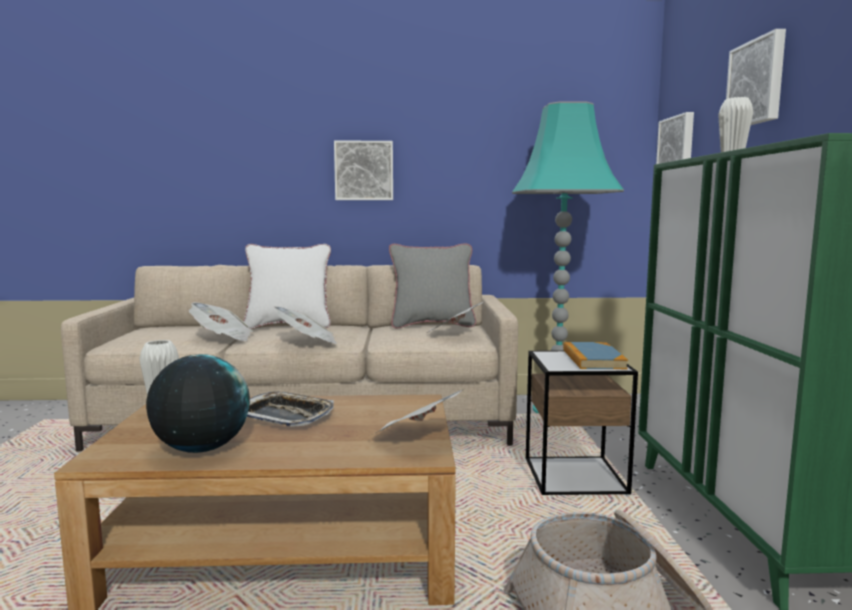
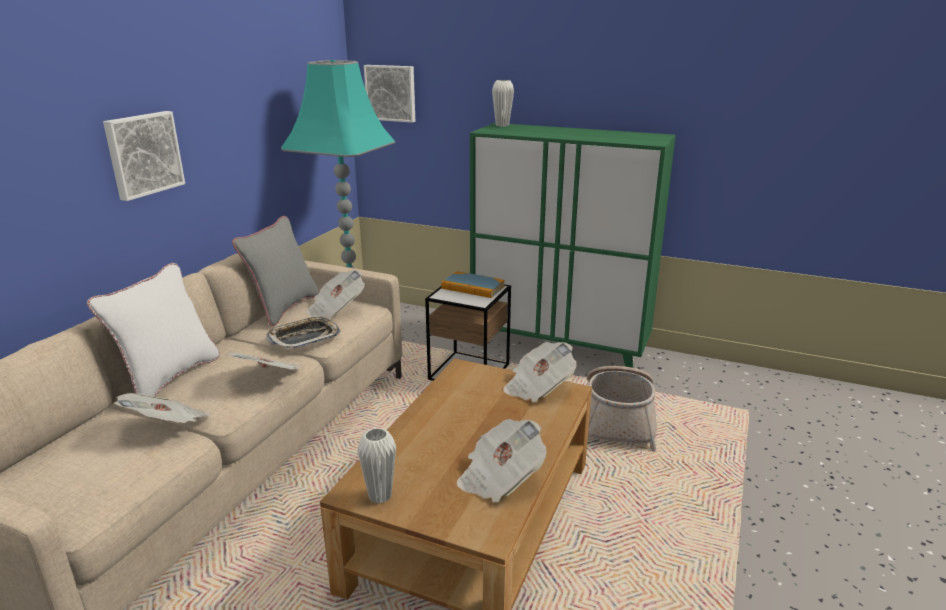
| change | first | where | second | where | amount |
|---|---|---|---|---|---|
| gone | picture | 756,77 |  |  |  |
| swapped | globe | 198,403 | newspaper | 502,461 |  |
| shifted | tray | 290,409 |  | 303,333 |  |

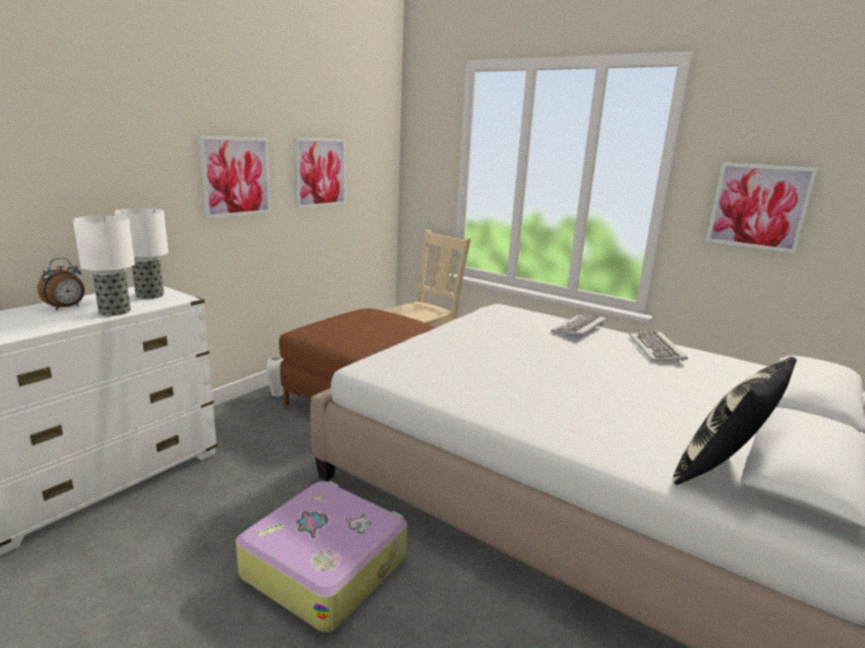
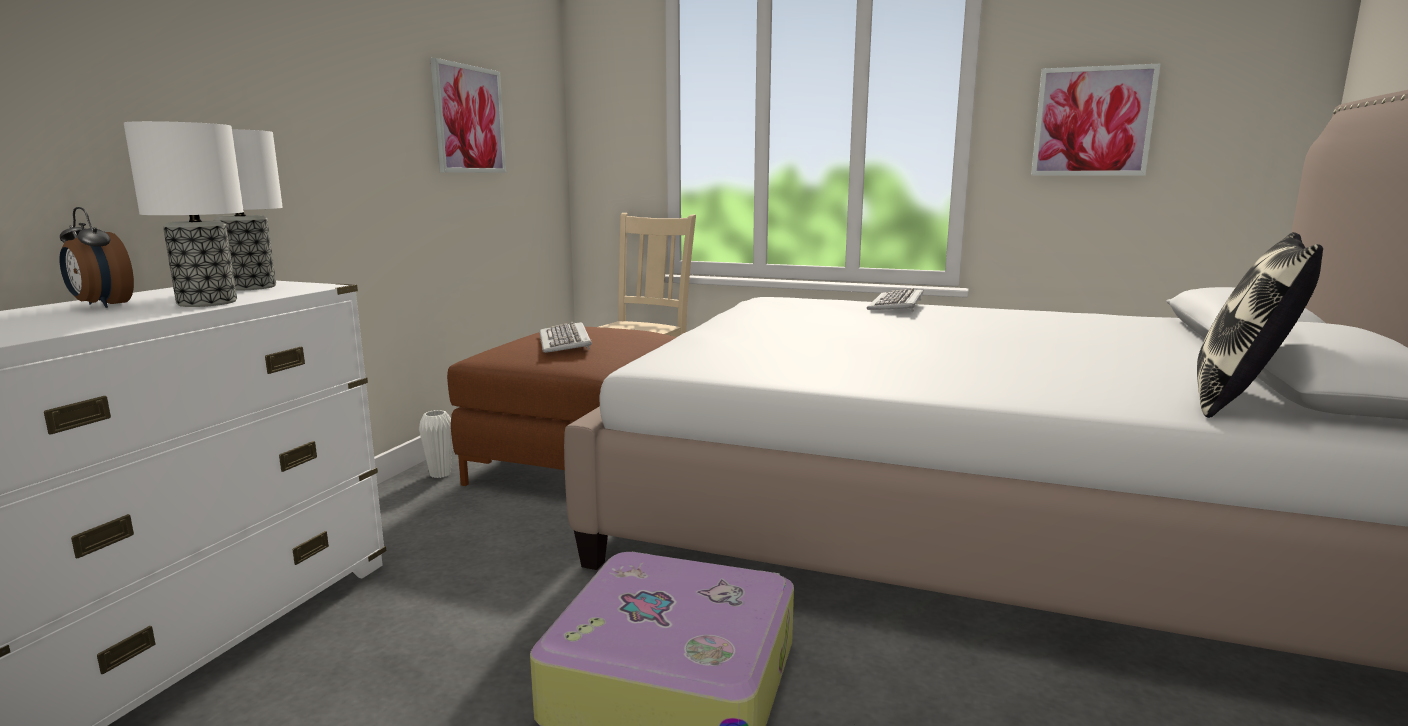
| change | first | where | second | where | amount |
|---|---|---|---|---|---|
| gone | picture | 234,177 |  |  |  |
| rotated | alarm clock | 61,284 |  | 96,257 | 105 degrees clockwise |
| shifted | keyboard | 658,346 |  | 565,337 |  |

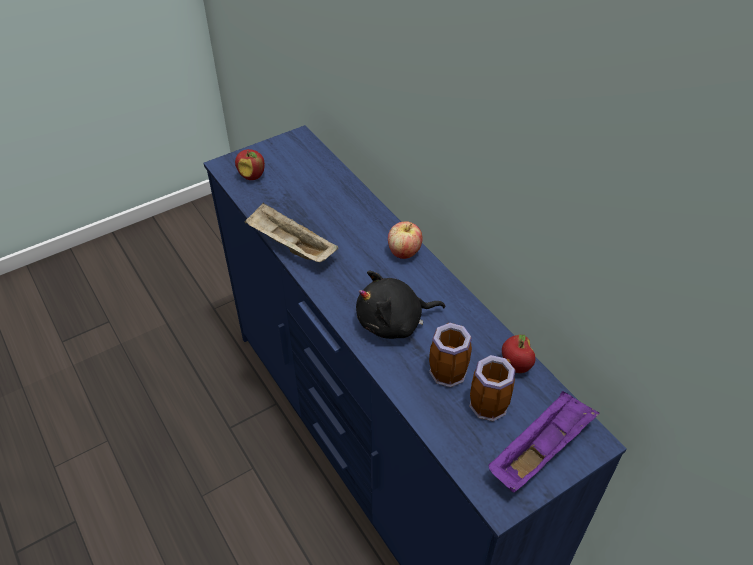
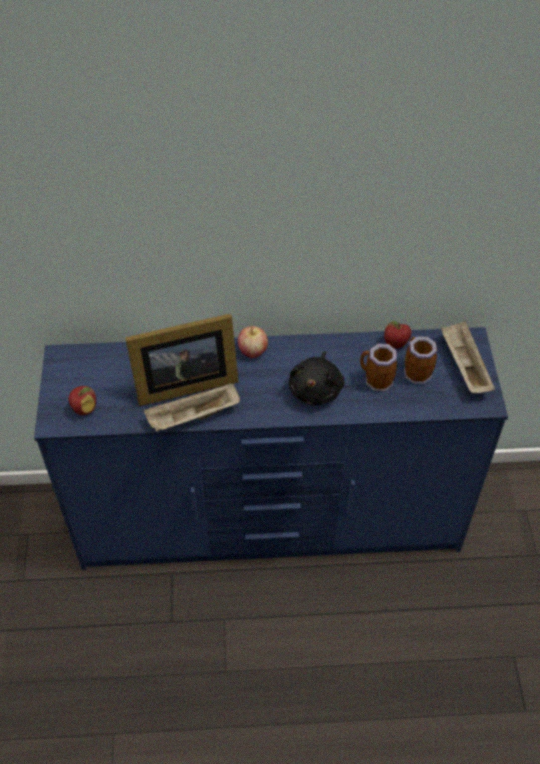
| change | first | where | second | where | amount |
|---|---|---|---|---|---|
| repainted | purple tray | 544,442 | sand-coloured tray | 468,357 |  |
| new |  |  | standing frame | 181,360 |  |

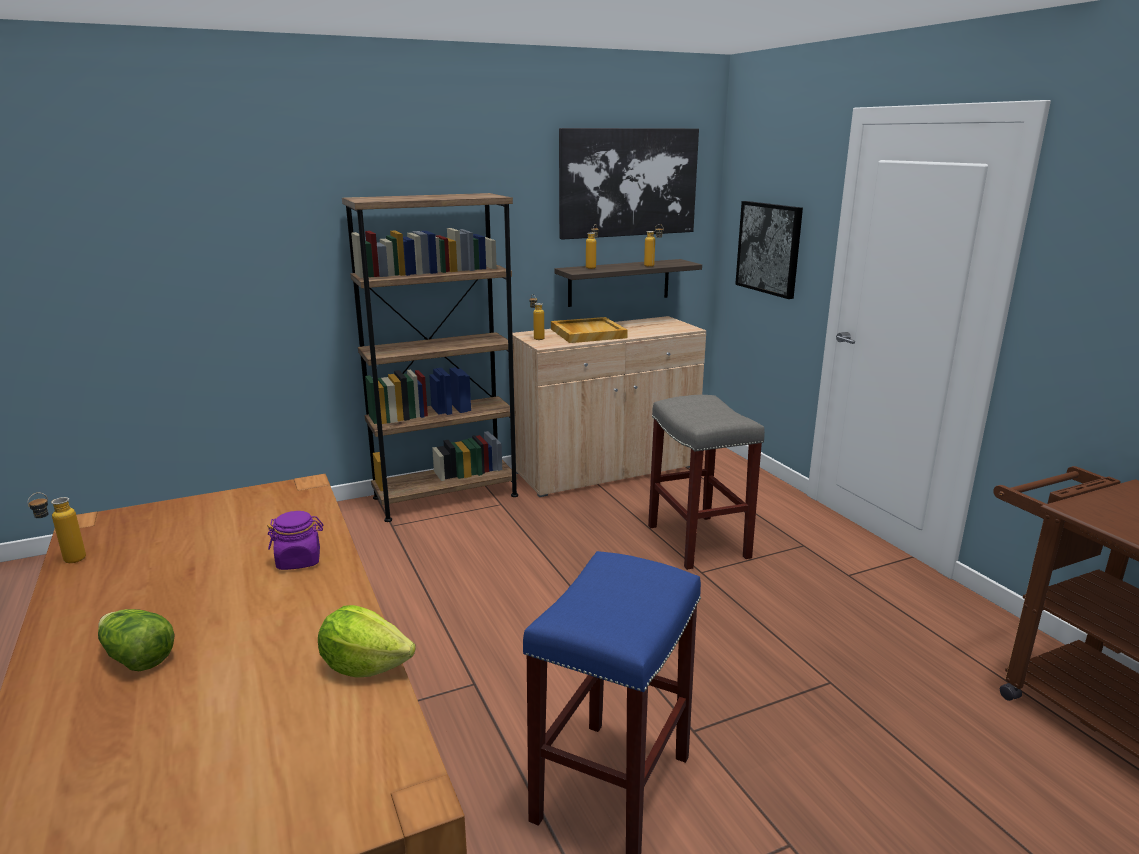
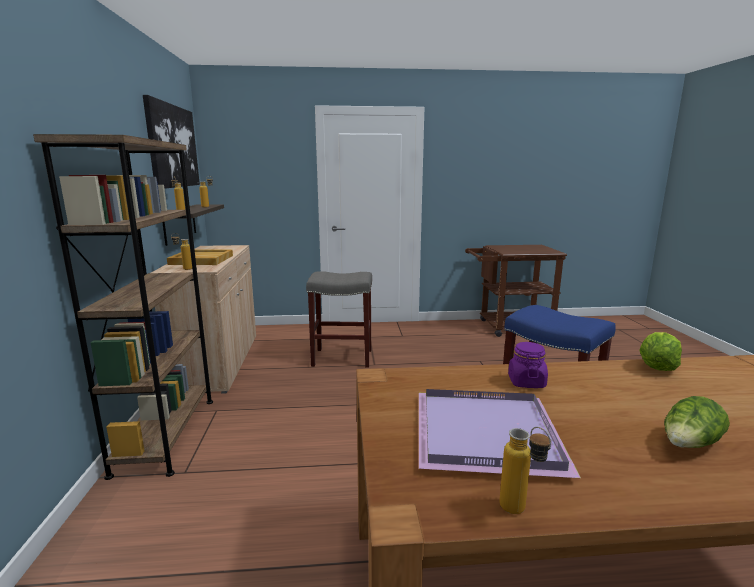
| change | first | where | second | where | amount |
|---|---|---|---|---|---|
| gone | picture | 769,250 |  |  |  |
| new |  |  | purple tray | 500,433 |  |

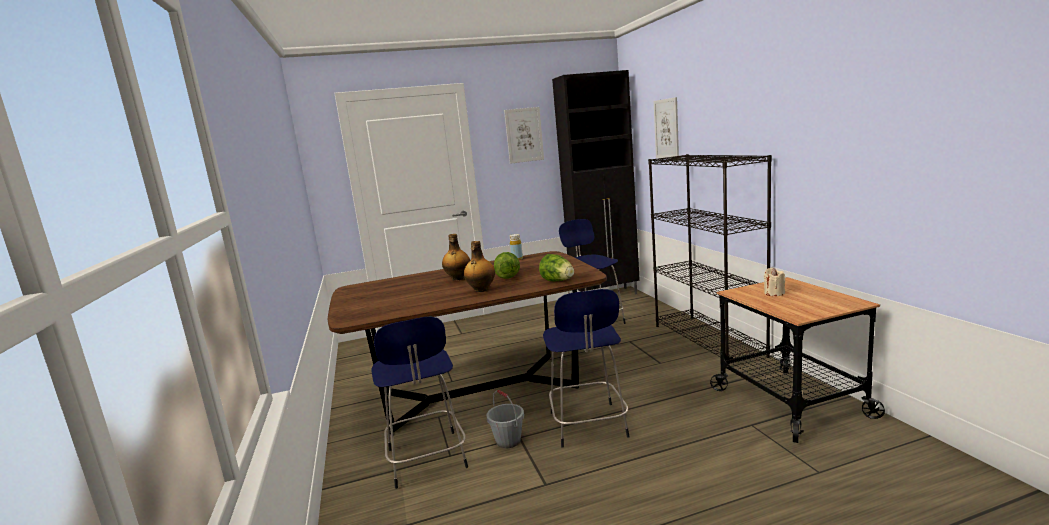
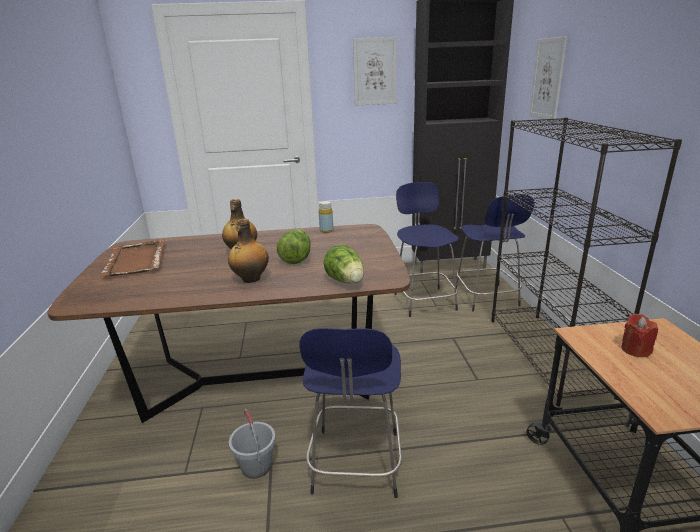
| change | first | where | second | where | amount |
|---|---|---|---|---|---|
| repainted | sand-coloured wax candle | 774,282 | reddish wax candle | 639,335 |  |
| shifted | blue-coloured sitting stool | 420,402 |  | 495,253 |  |
| new |  |  | brown-coloured tray | 132,257 |  |

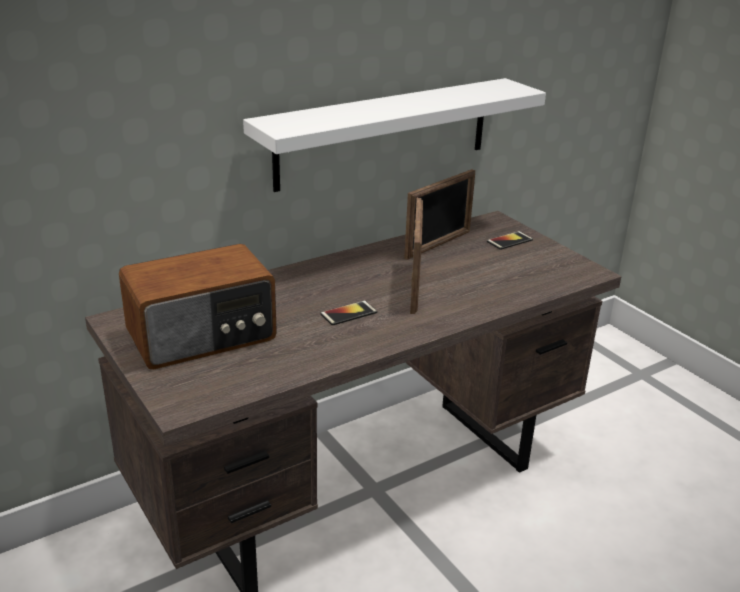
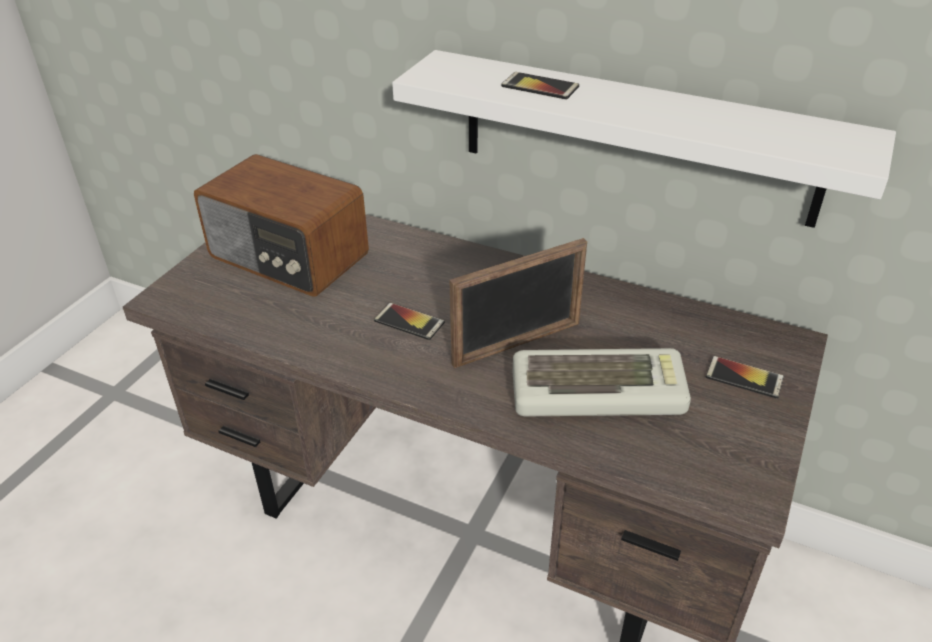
| change | first | where | second | where | amount |
|---|---|---|---|---|---|
| gone | standing frame | 439,214 |  |  |  |
| new |  |  | phone | 540,86 |  |
| new |  |  | keyboard | 602,382 |  |

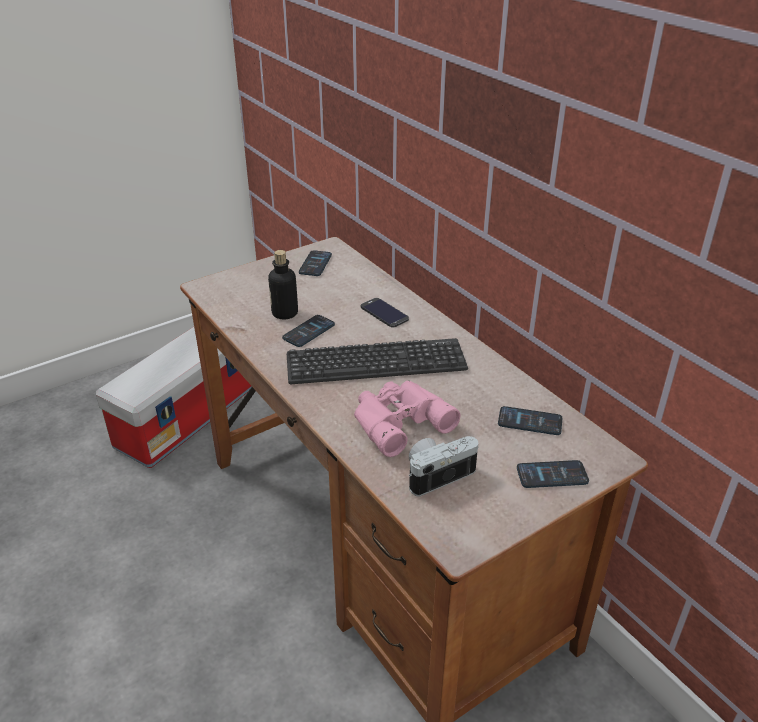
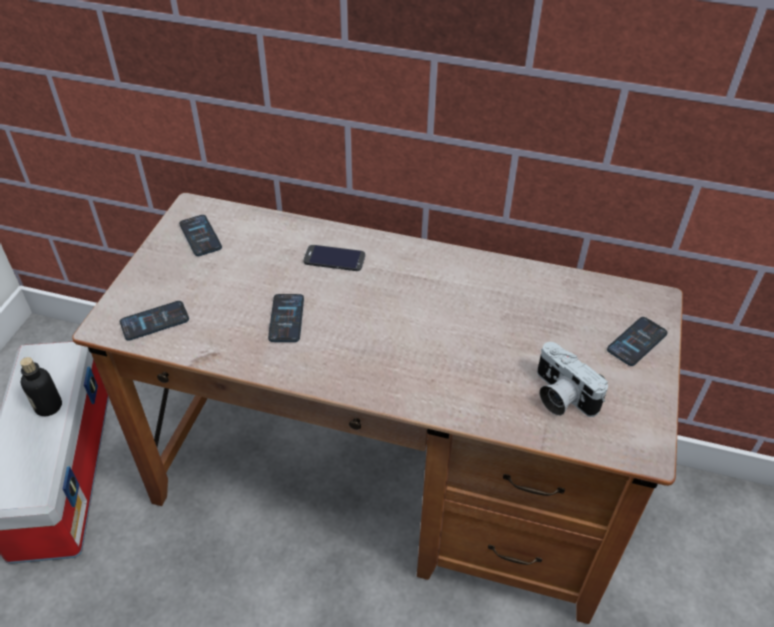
| change | first | where | second | where | amount |
|---|---|---|---|---|---|
| shifted | drink bottle | 283,284 |  | 41,386 |  |
| gone | keyboard | 377,361 |  |  |  |
| gone | pink binoculars | 407,419 |  |  |  |
| shifted | phone | 530,420 |  | 154,320 |  |
| rotated | still camera | 443,466 |  | 572,379 | 60 degrees counterclockwise |

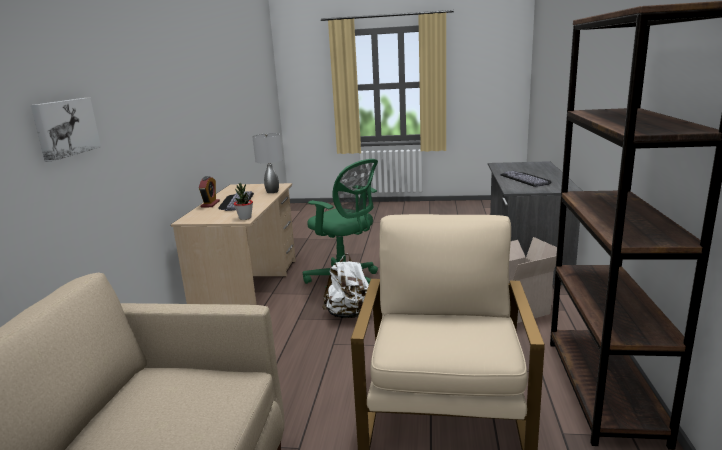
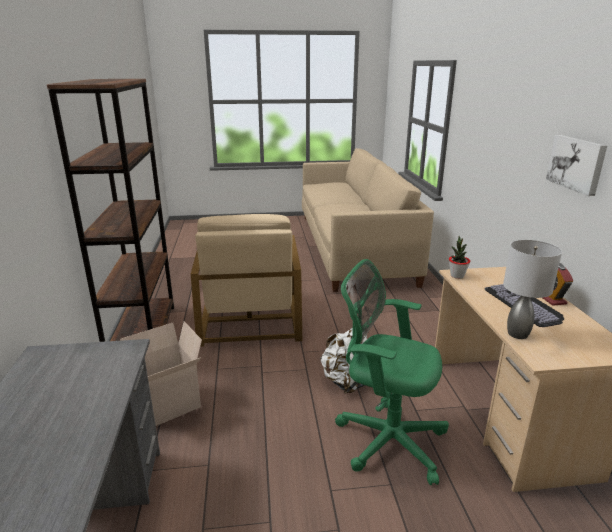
| change | first | where | second | where | amount |
|---|---|---|---|---|---|
| shifted | picture | 66,130 |  | 576,165 |  |
| gone | keyboard | 526,179 |  |  |  |

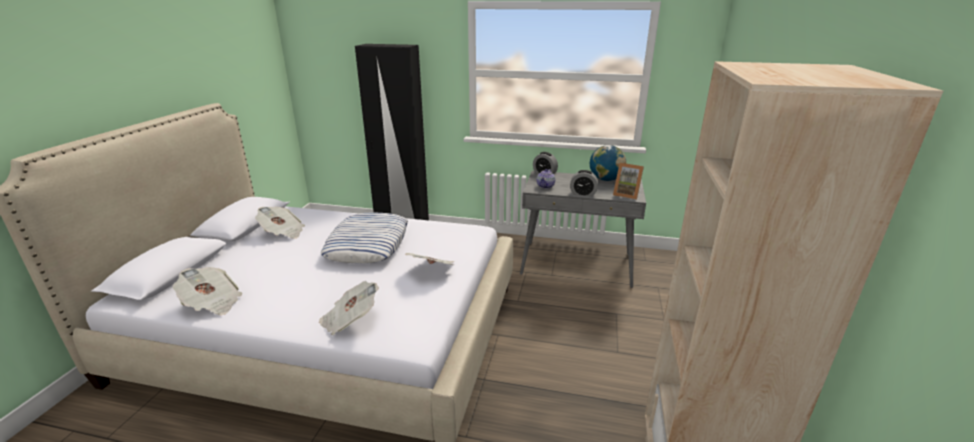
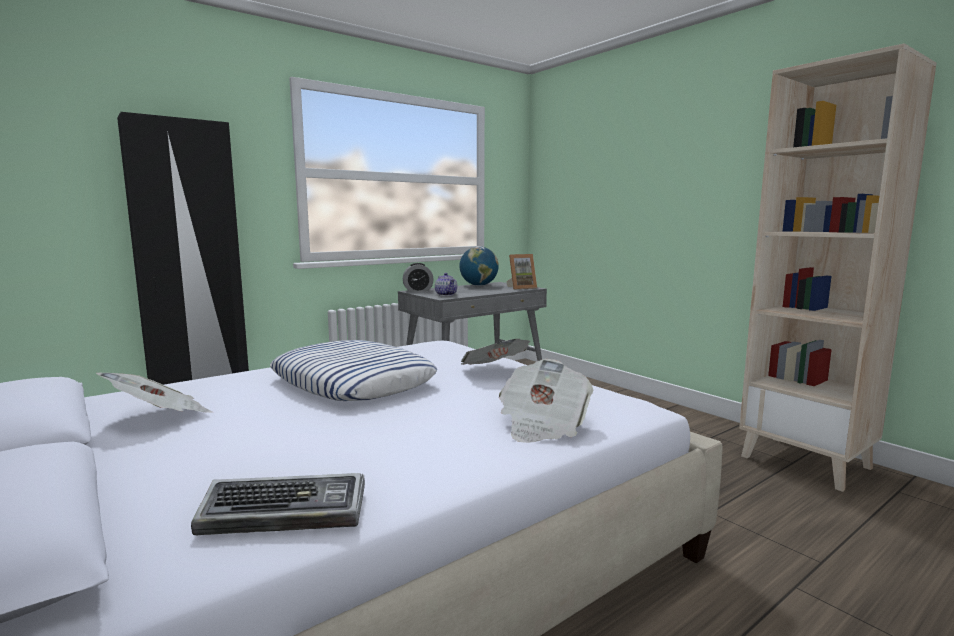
| change | first | where | second | where | amount |
|---|---|---|---|---|---|
| gone | alarm clock | 584,183 |  |  |  |
| swapped | newspaper | 207,291 | keyboard | 278,504 |  |

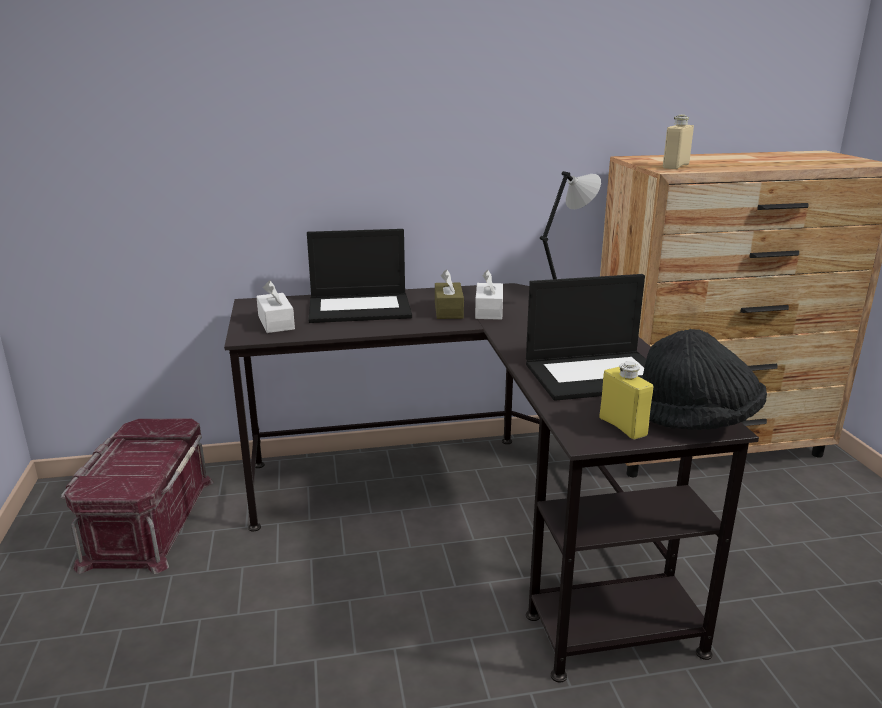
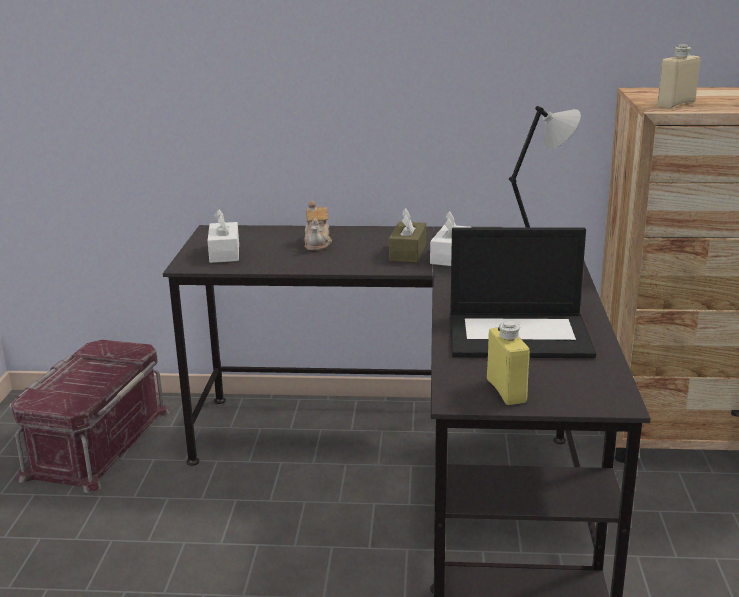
| change | first | where | second | where | amount |
|---|---|---|---|---|---|
| swapped | notebook computer | 359,276 | tea pot | 318,225 |  |
| gone | blackish clothing hat | 705,379 |  |  |  |

